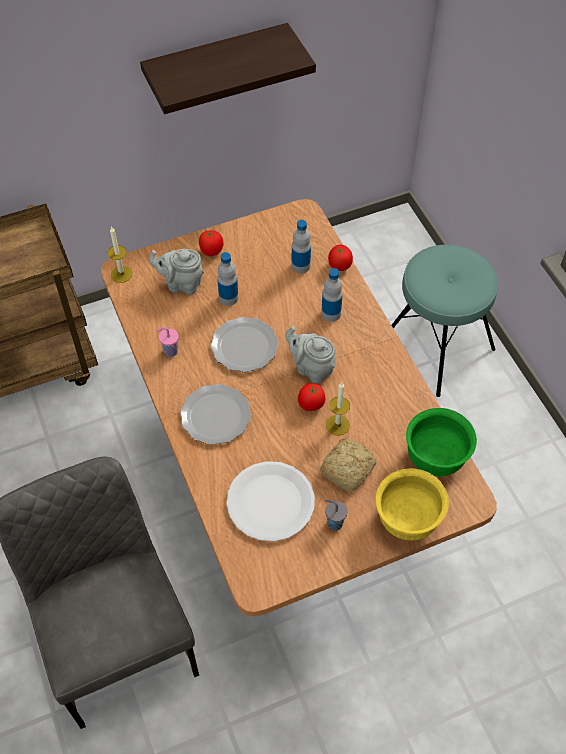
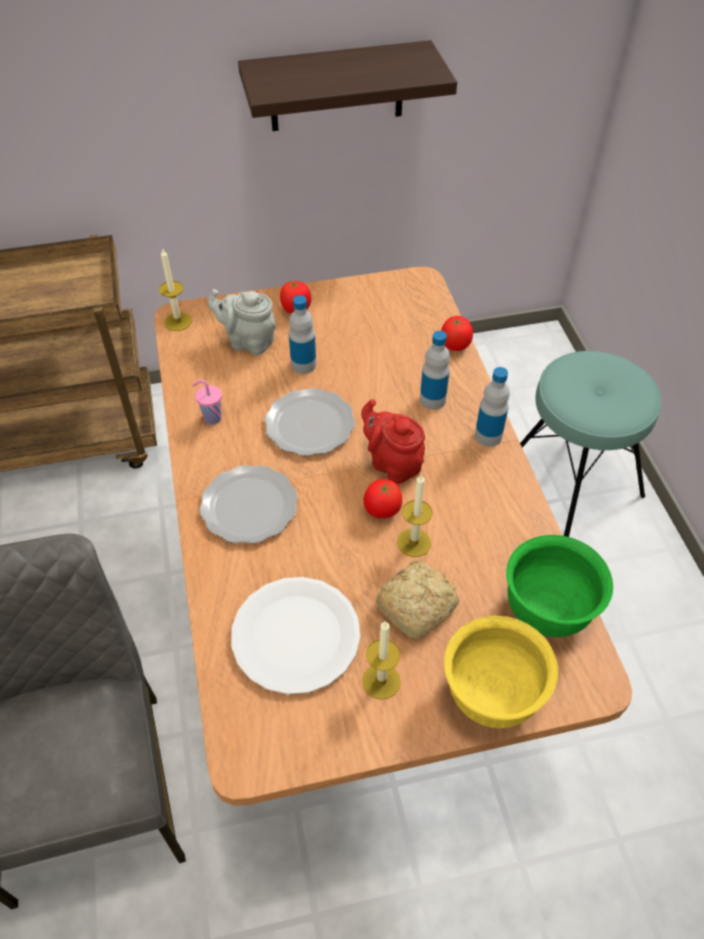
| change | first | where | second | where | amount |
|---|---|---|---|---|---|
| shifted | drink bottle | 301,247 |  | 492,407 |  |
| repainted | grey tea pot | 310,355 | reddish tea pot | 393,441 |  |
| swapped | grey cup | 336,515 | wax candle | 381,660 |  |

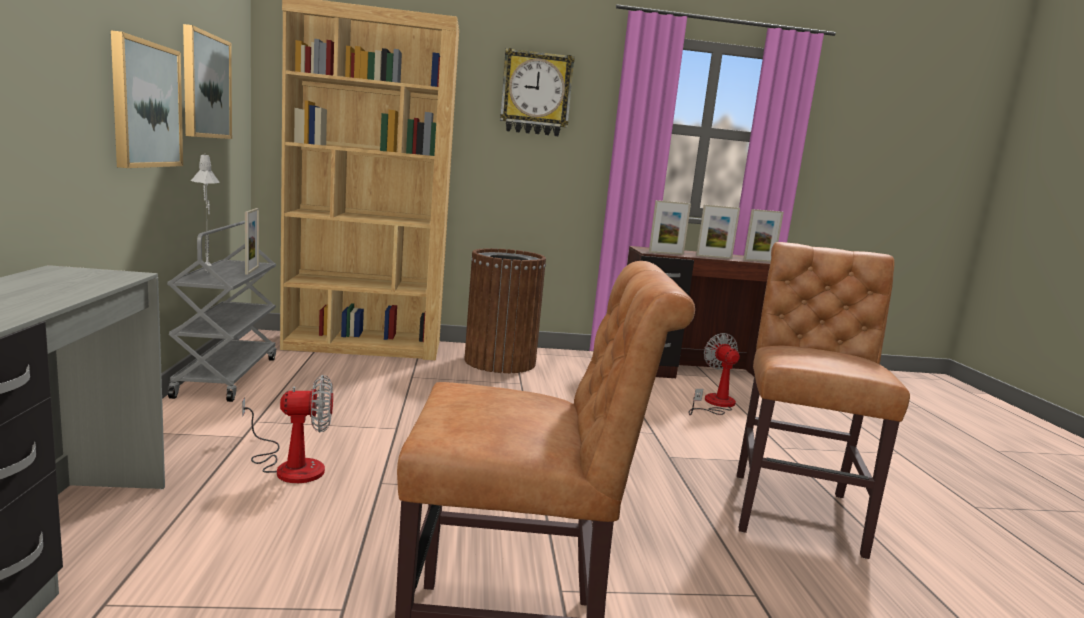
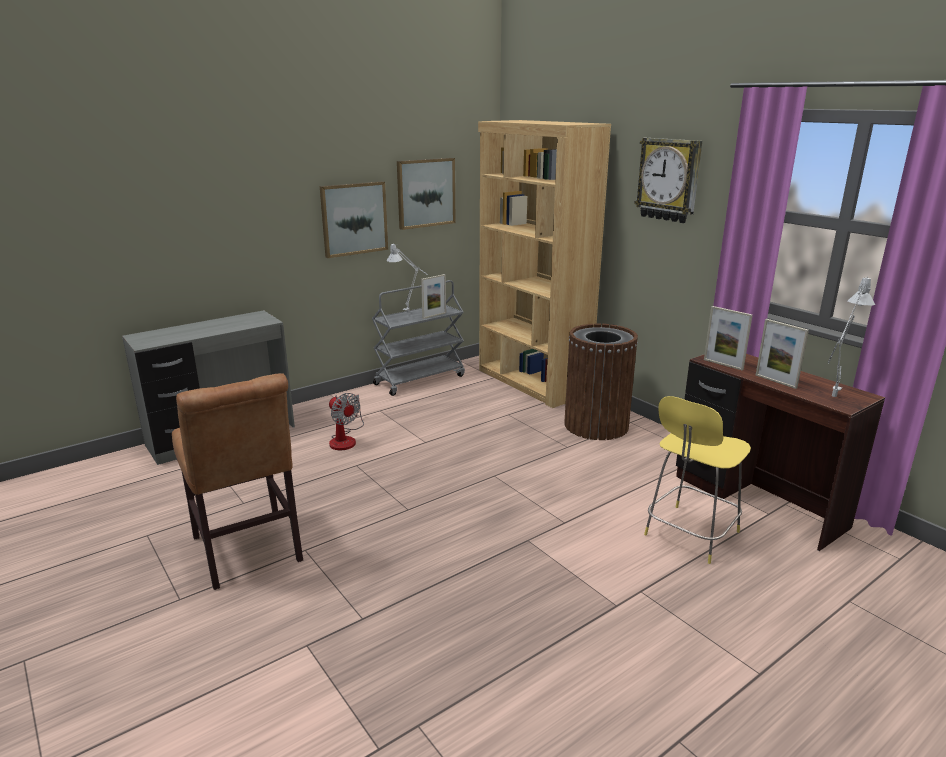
| change | first | where | second | where | amount |
|---|---|---|---|---|---|
| swapped | standing frame | 763,235 | grey lamp for a table | 851,336 |  |
| gone | brown-coloured upright chair | 823,400 |  |  |  |
| swapped | electric fan | 714,374 | yellowish sitting stool | 697,480 |  |

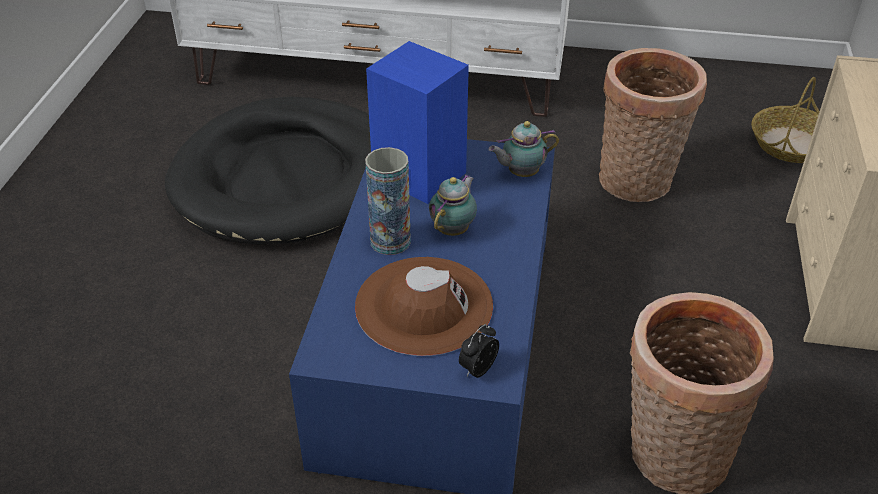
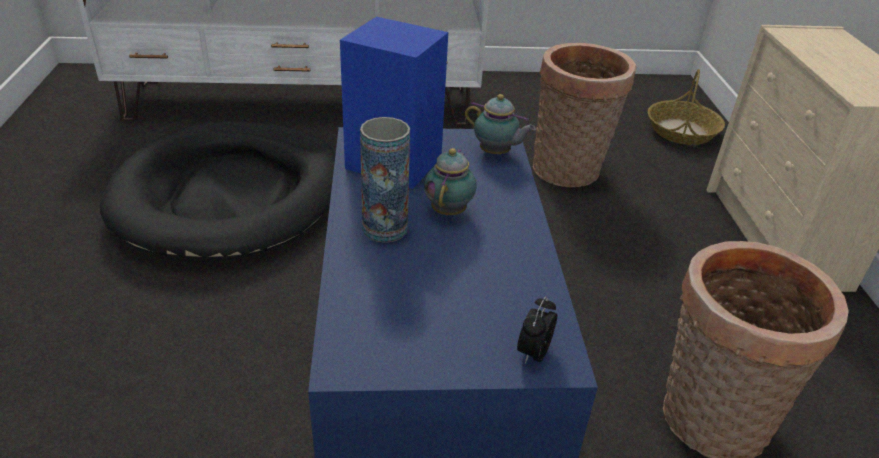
| change | first | where | second | where | amount |
|---|---|---|---|---|---|
| rotated | tea pot | 523,149 |  | 500,124 | 120 degrees counterclockwise |
| gone | brown-coloured clothing hat | 424,306 |  |  |  |

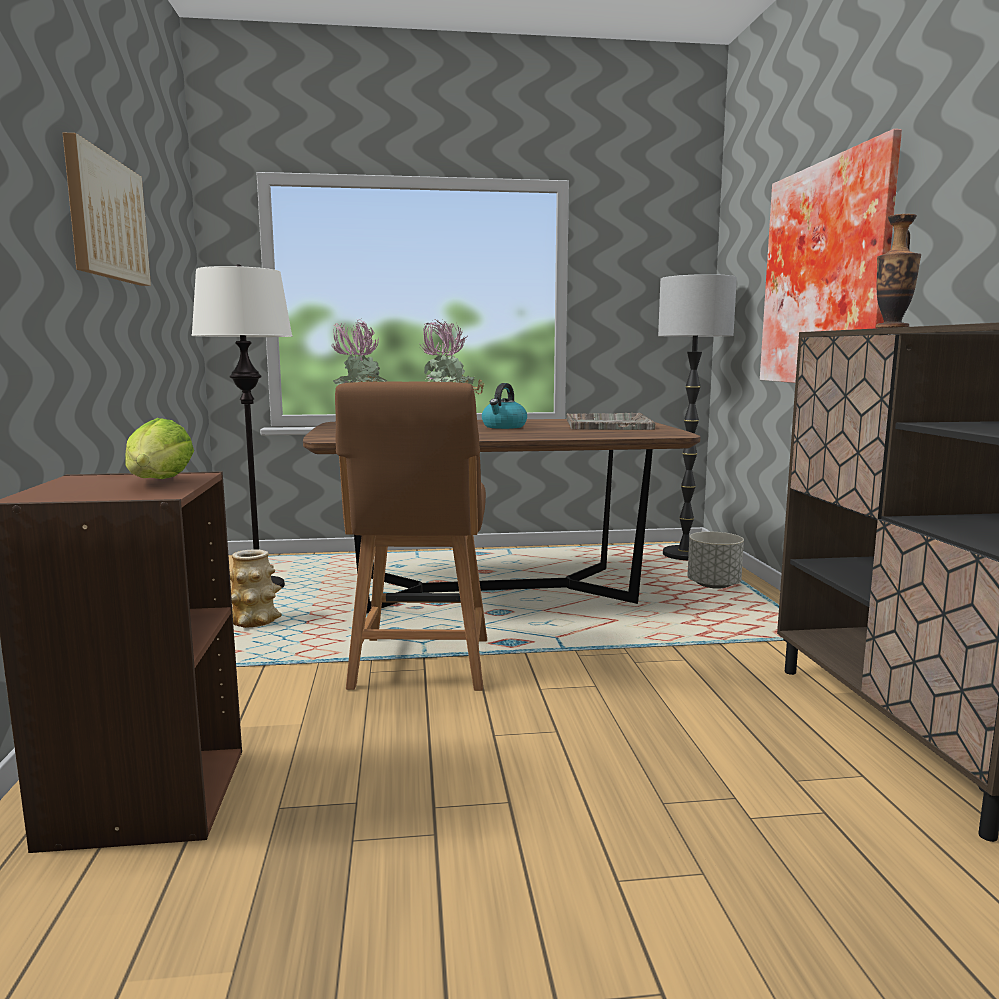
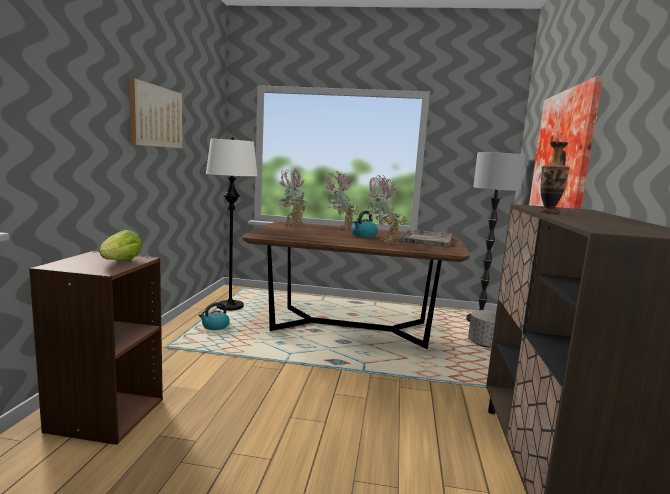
| change | first | where | second | where | amount |
|---|---|---|---|---|---|
| gone | brown-coloured upright chair | 411,536 |  |  |  |
| swapped | flower vase | 256,588 | kettle | 214,316 |  |
| new |  |  | potted plant | 387,209 |  |

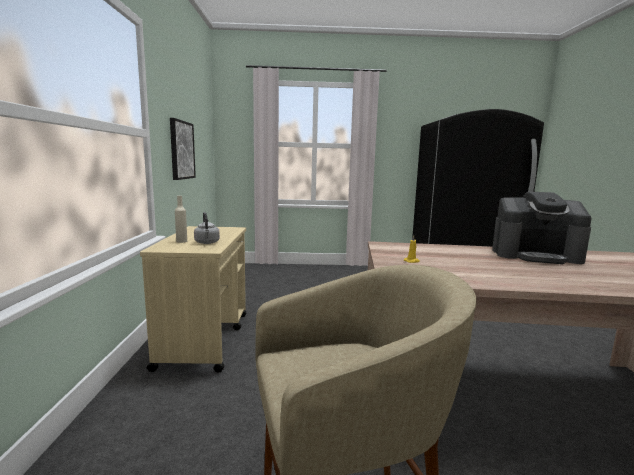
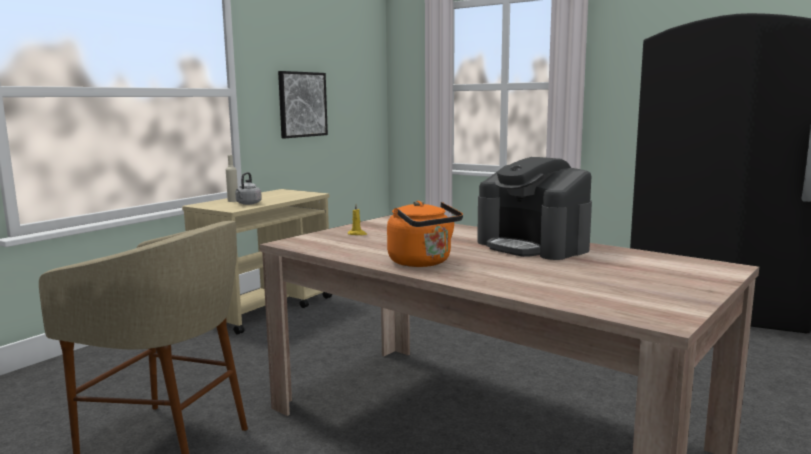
| change | first | where | second | where | amount |
|---|---|---|---|---|---|
| new |  |  | orange-coloured kettle | 425,234 |  |

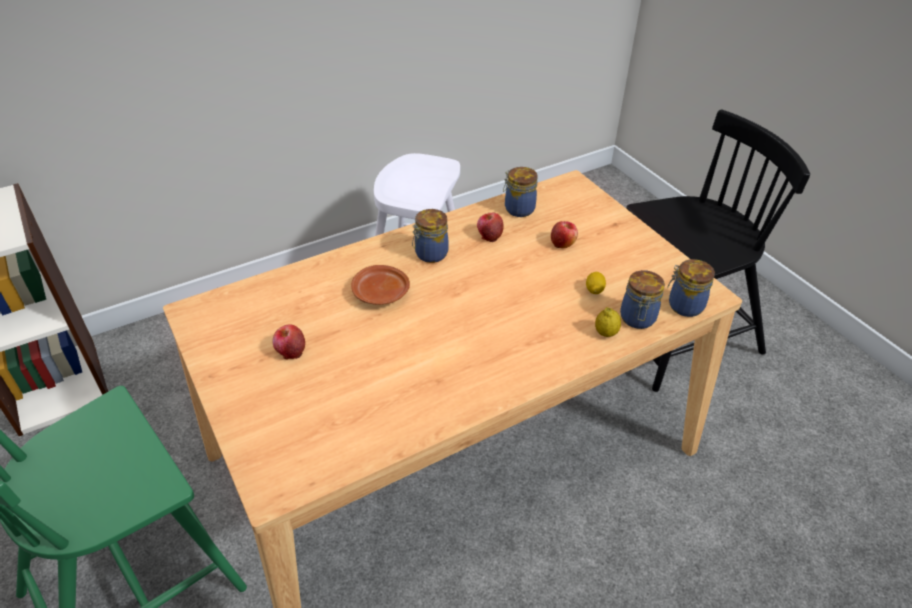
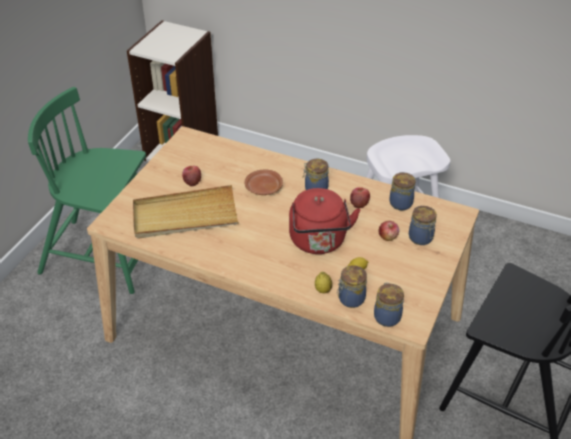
| change | first | where | second | where | amount |
|---|---|---|---|---|---|
| new |  |  | sand-coloured tray | 186,212 |  |
| new |  |  | reddish kettle | 324,221 |  |
| new |  |  | jar | 423,225 |  |

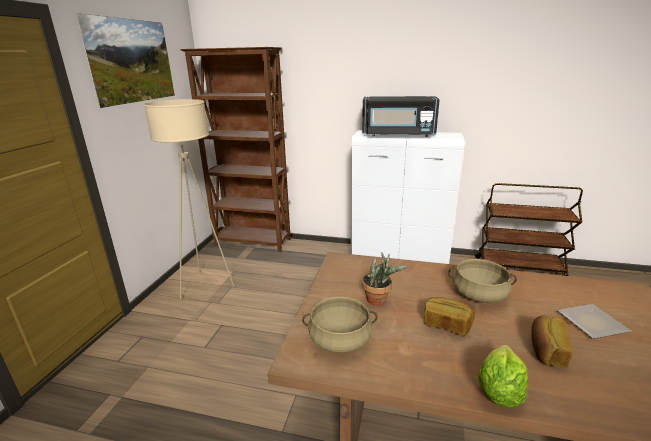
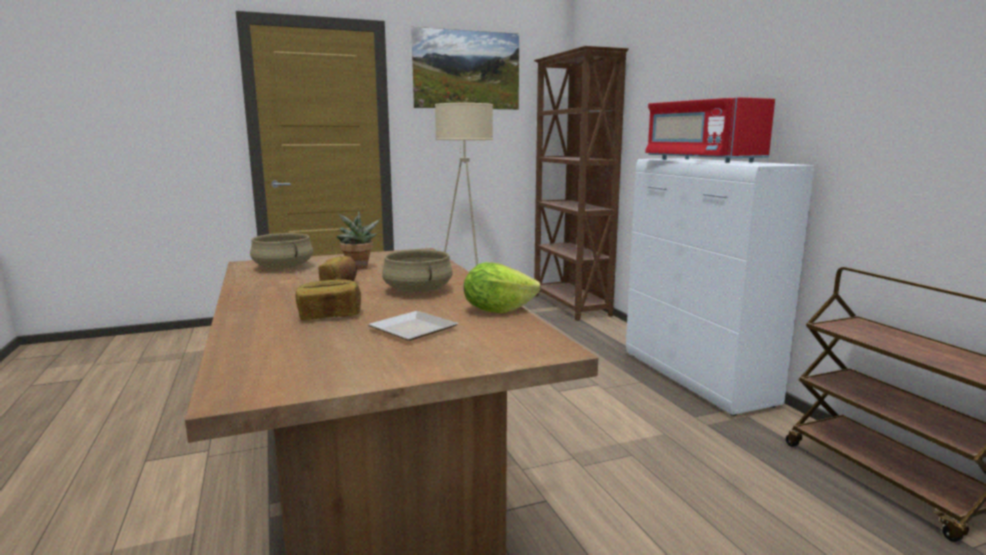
| change | first | where | second | where | amount |
|---|---|---|---|---|---|
| repainted | blackish microwave | 401,116 | reddish microwave | 710,130 |  |
| shifted | head of lettuce | 503,376 |  | 502,287 |  |

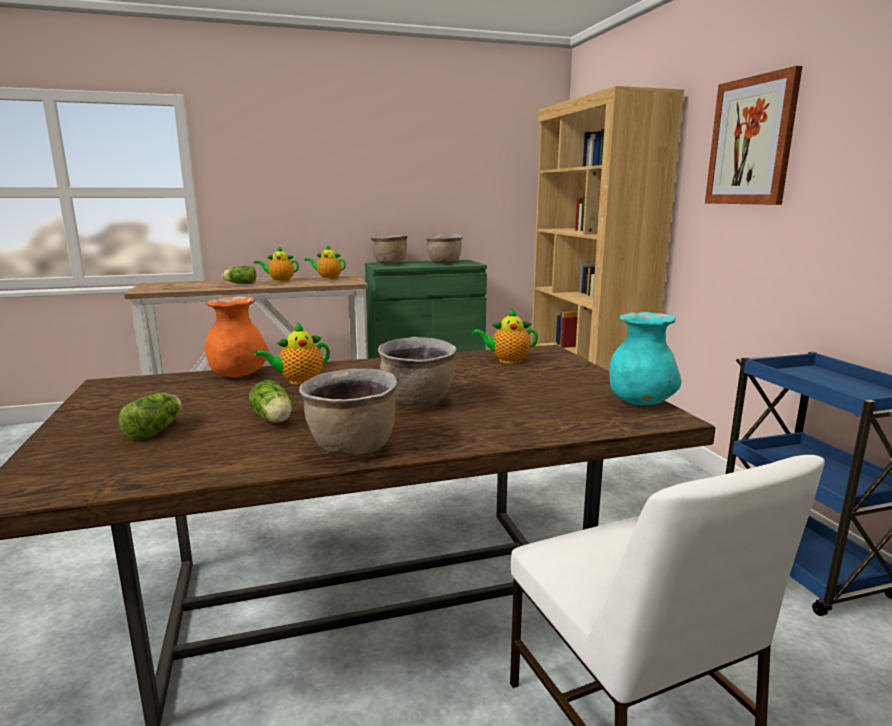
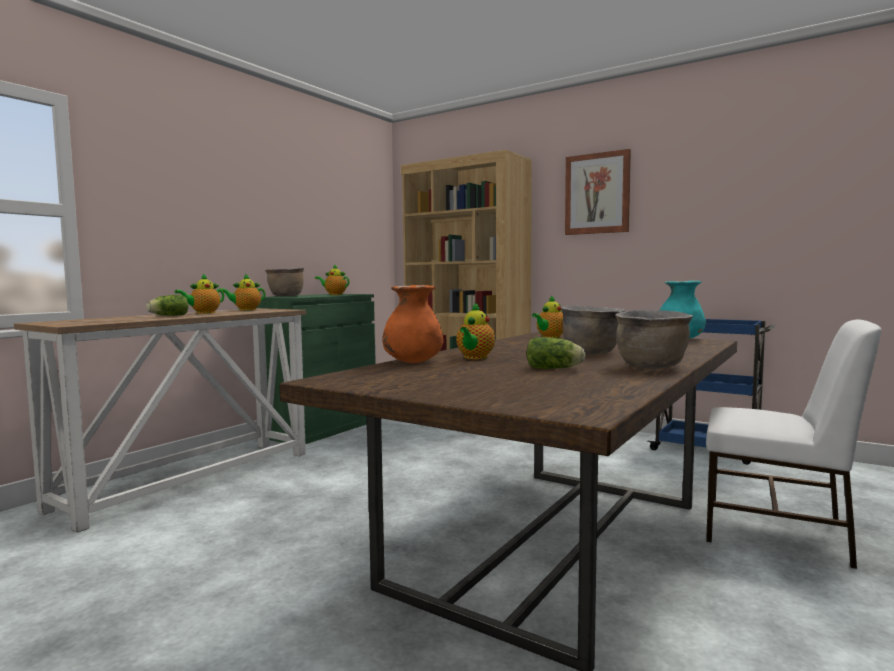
| change | first | where | second | where | amount |
|---|---|---|---|---|---|
| swapped | brown-coloured saucepot | 444,249 | tea pot | 332,279 |  |
| gone | head of lettuce | 150,416 |  |  |  |

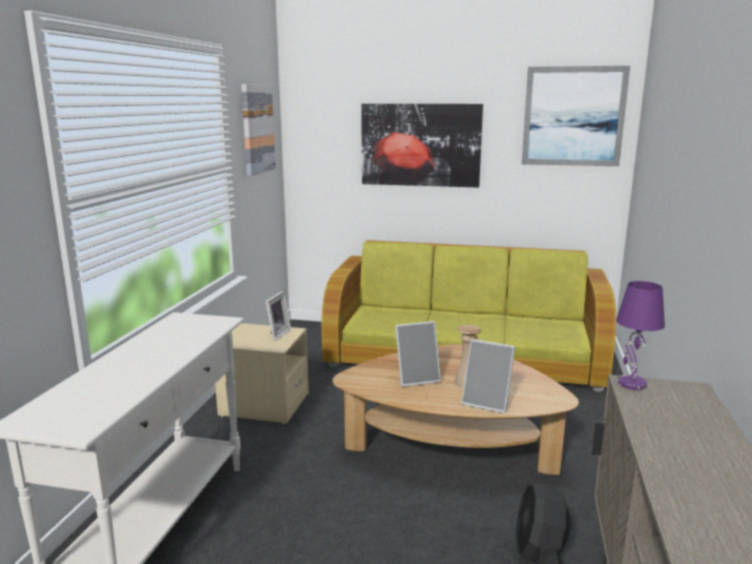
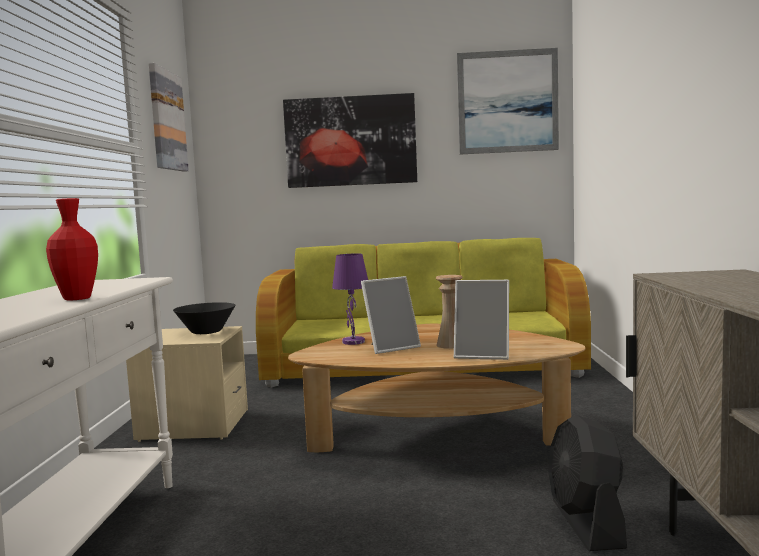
| change | first | where | second | where | amount |
|---|---|---|---|---|---|
| shifted | purple lamp for a table | 640,335 |  | 350,299 |  |
| swapped | standing frame | 278,316 | blackish serving bowl | 204,318 |  |
| new |  |  | reddish flower vase | 72,249 |  |

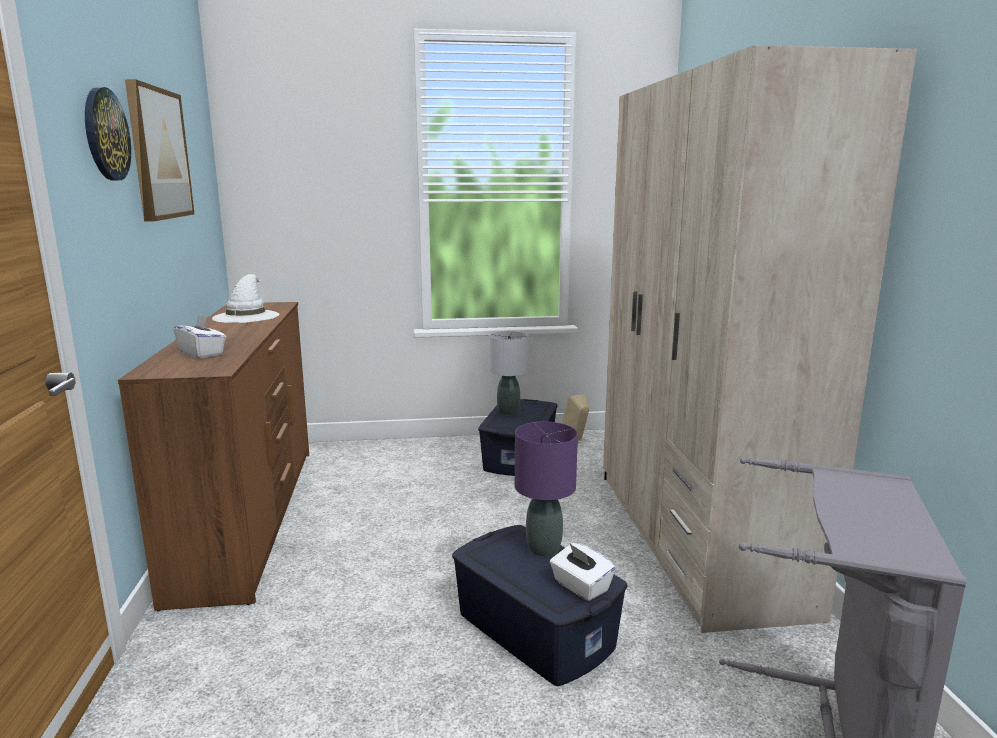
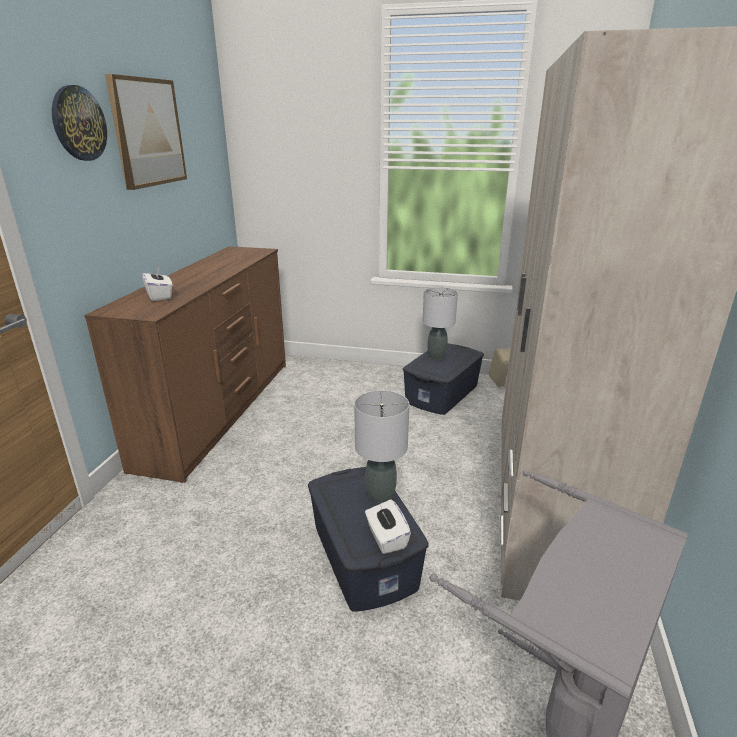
| change | first | where | second | where | amount |
|---|---|---|---|---|---|
| gone | white clothing hat | 245,298 |  |  |  |
| repainted | purple lamp for a table | 546,489 | grey lamp for a table | 381,446 |  |

